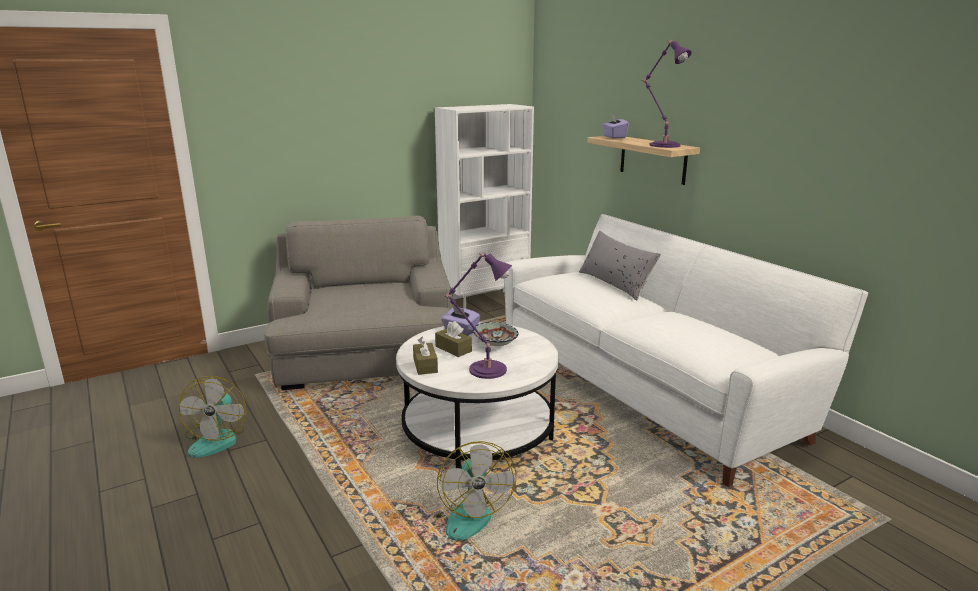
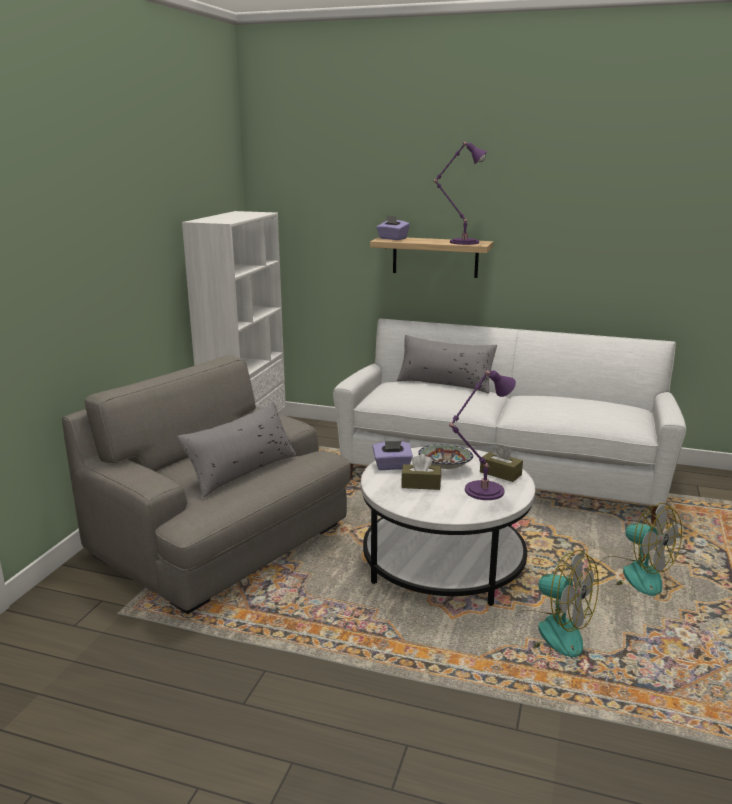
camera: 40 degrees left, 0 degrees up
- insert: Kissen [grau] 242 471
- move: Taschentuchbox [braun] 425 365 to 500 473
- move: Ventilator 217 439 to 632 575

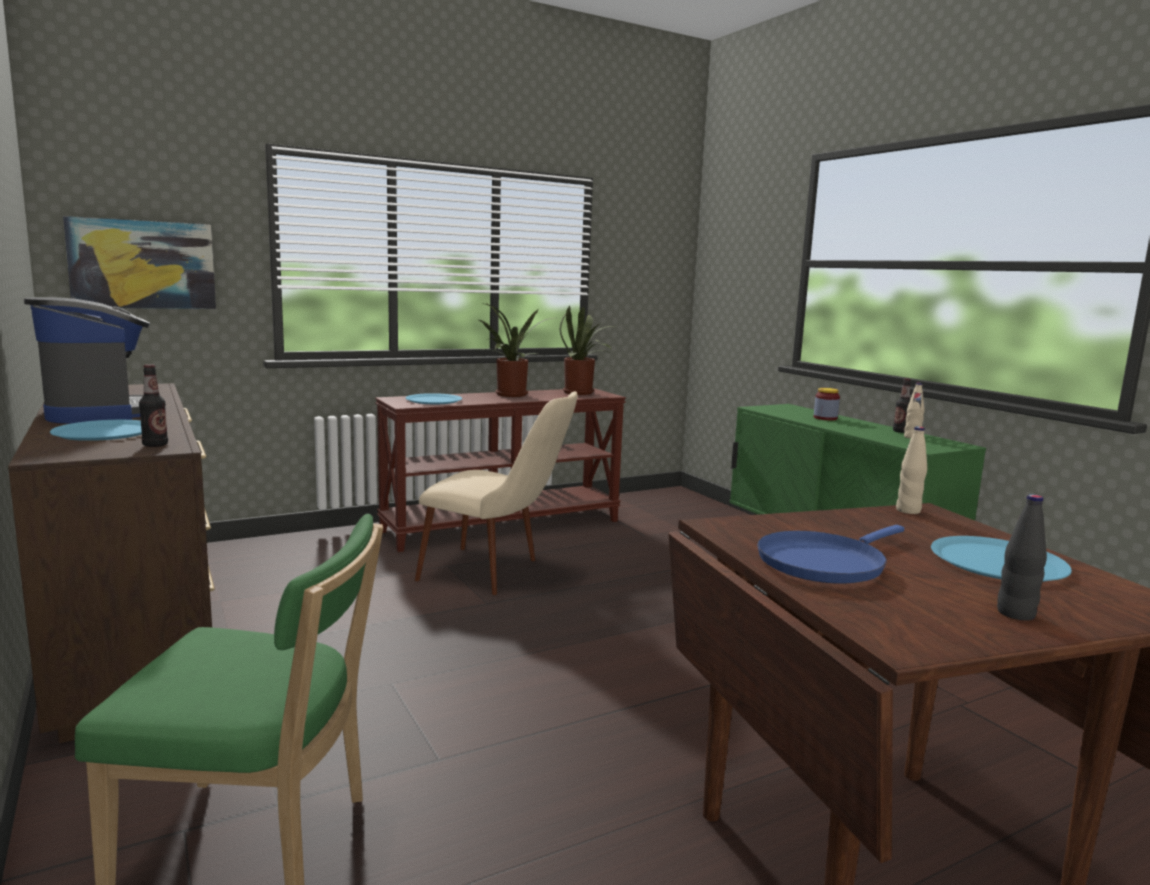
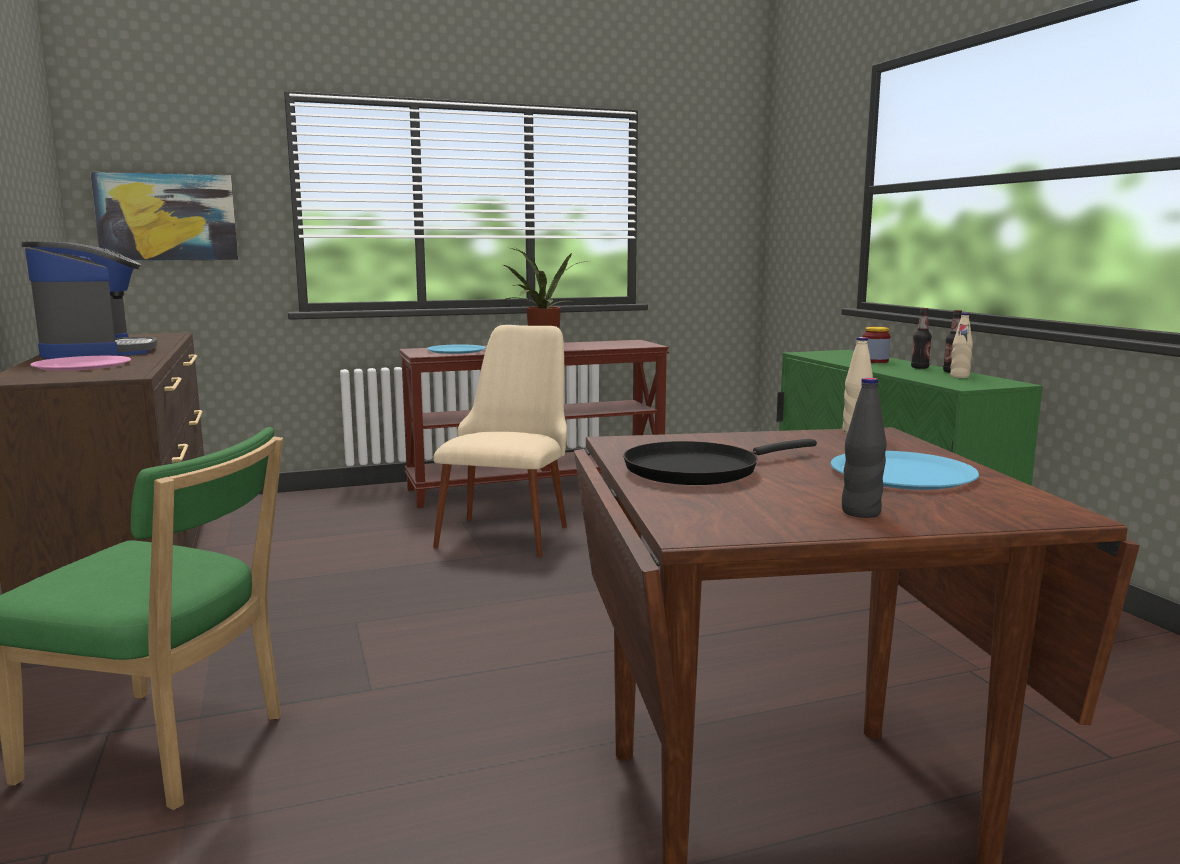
camera: 10 degrees right, 0 degrees up
- recolor: Teller [blau] 104 432 to Teller [rosa] 82 365
- rotate: Stuhl [beige] 497 573 = 510 529 105 degrees counterclockwise
- recolor: Pfanne [blau] 824 562 to Pfanne [schwarz] 698 470
- move: Flasche 155 445 to 919 368
- delete: Topfpflanze 582 393

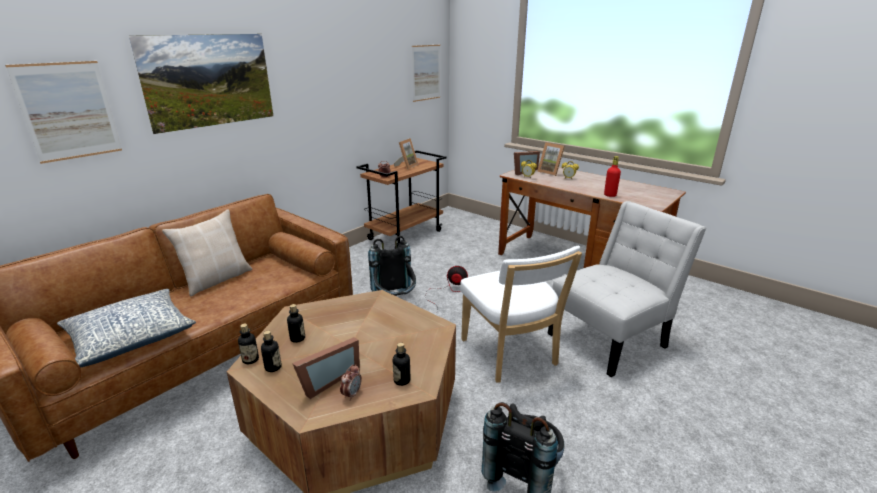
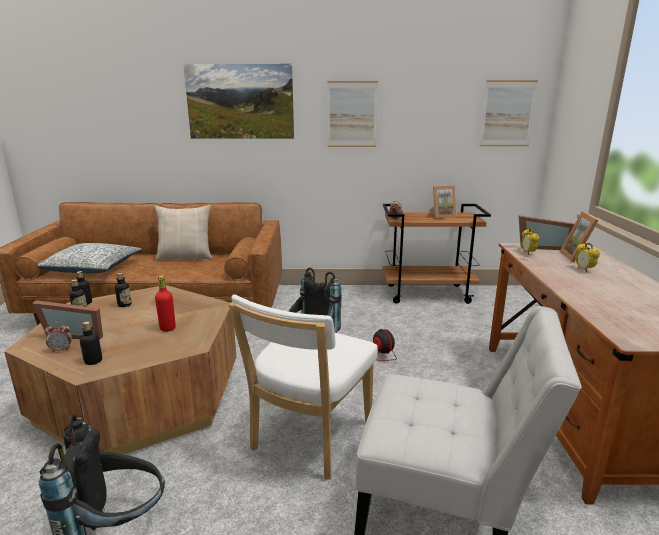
camera: 50 degrees right, 5 degrees down
- move: Flasche [rot] 610 195 to 167 328
- move: Bild 68 111 to 352 114

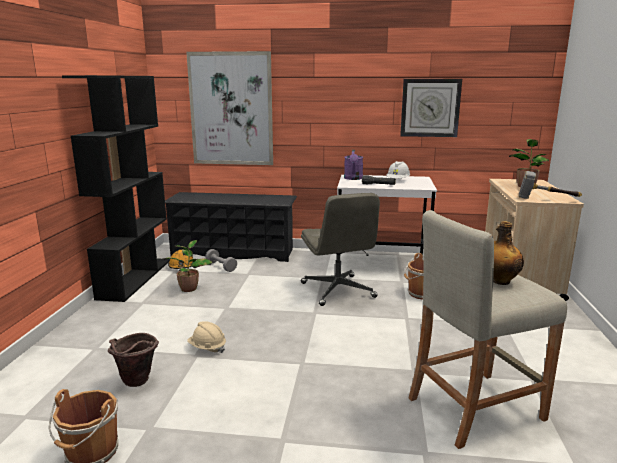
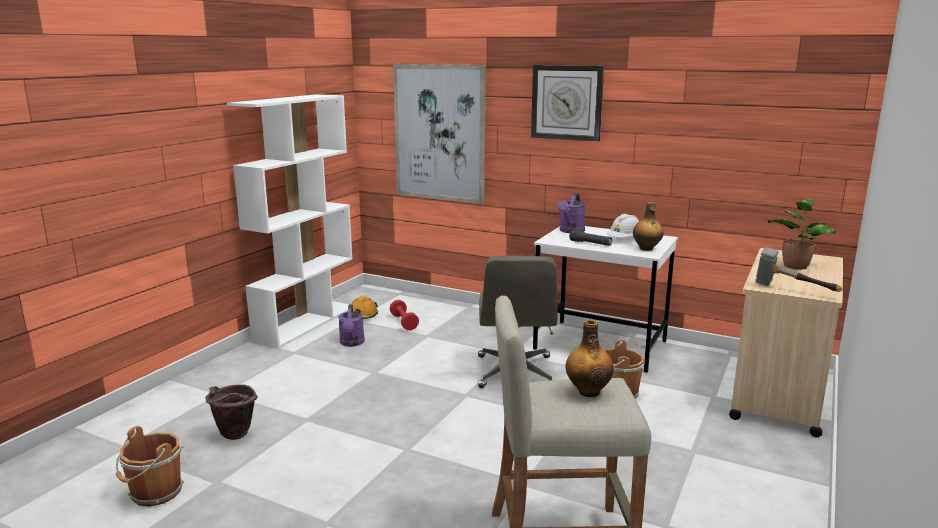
camera: 20 degrees right, 0 degrees up
- recolor: Bücherregal [schwarz] 135 278 to Bücherregal [weiß] 306 323
- replace: Topfpflanze 189 288 to Gießkanne [lila] 352 343
- recolor: Hantel [grau] 221 266 to Hantel [rot] 404 322
- move: Wanduhr 430 108 to 567 102
- insert: Flasche 646 249
- delete: Schuhregal [schwarz] 234 252
- delete: Schutzhelm [beige] 207 348

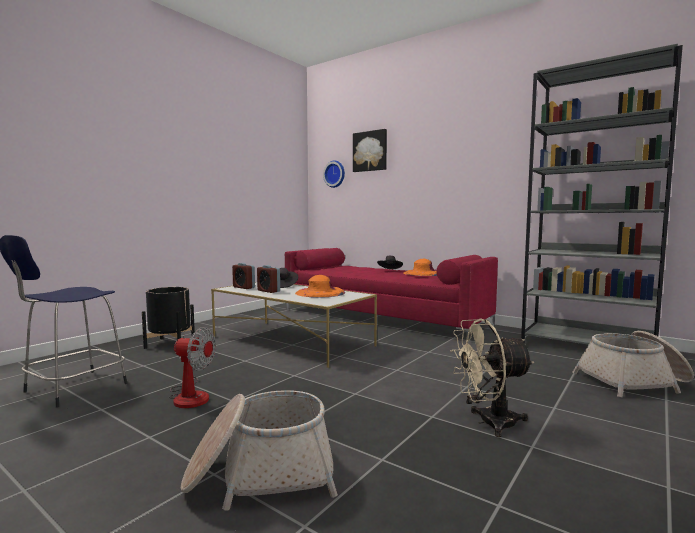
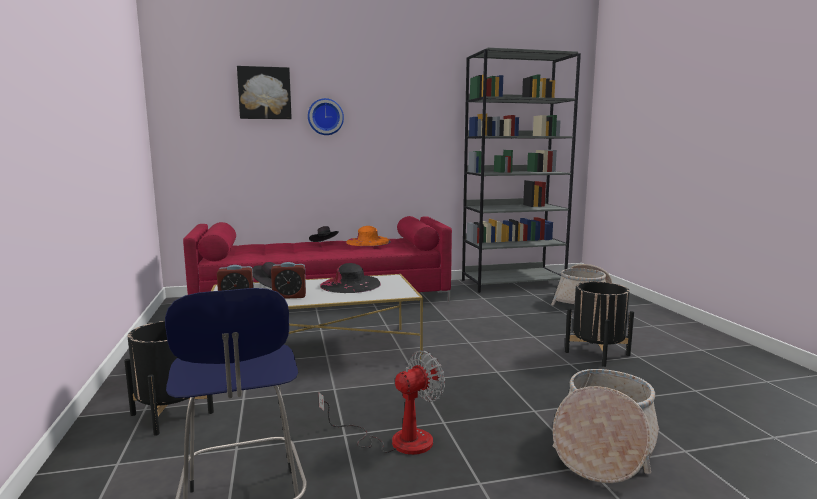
camera: 50 degrees left, 5 degrees up
- move: Wanduhr 335 174 to 325 117
- recolor: Hut [orange] 320 292 to Hut [schwarz] 350 284
- replace: Ventilator [beige] 488 423 to Pflanzkübel [schwarz] 597 353

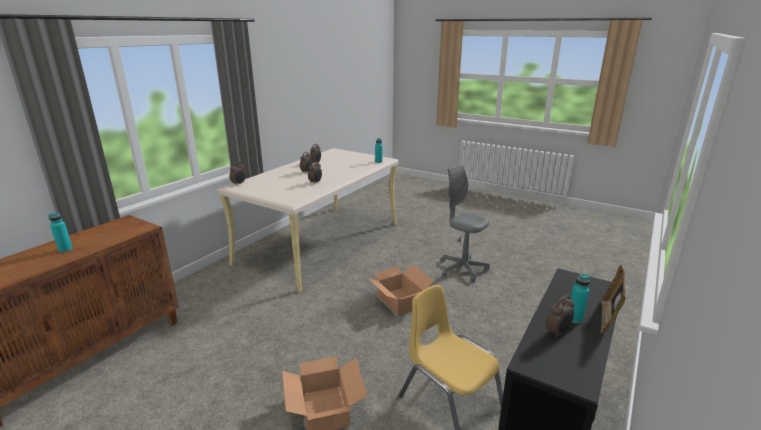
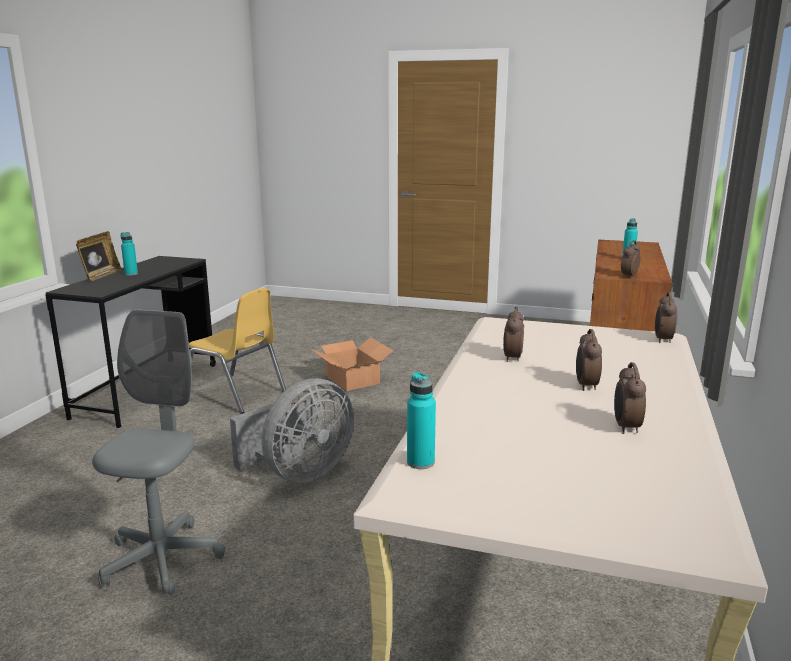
camera: 165 degrees right, 5 degrees down
- rotate: Bürostuhl [grau] 462 269 = 162 559 105 degrees counterclockwise
- replace: Karton 399 301 to Ventilator [grau] 299 473
- move: Wecker 557 333 to 628 276

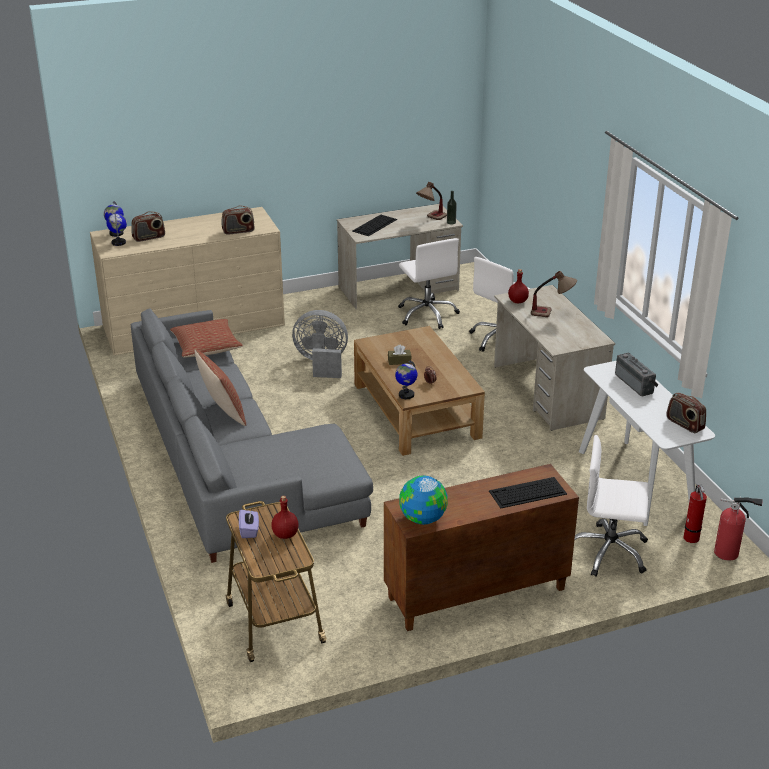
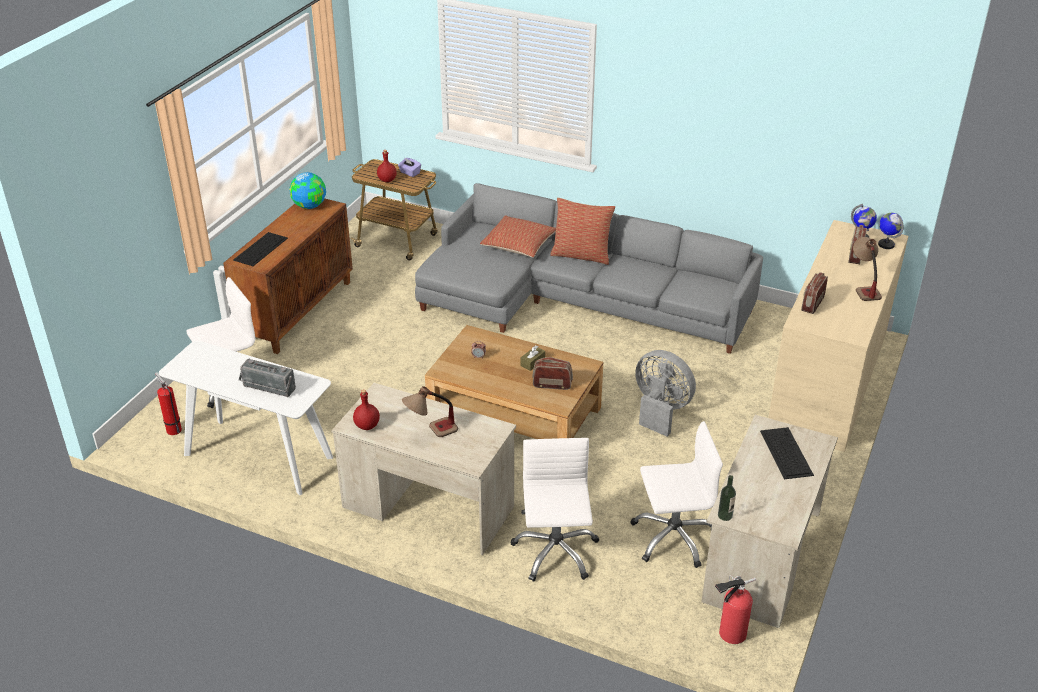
camera: 135 degrees right, 5 degrees up
- move: Flasche [rot] 518 301 to 366 426
- move: Kissen 206 347 to 518 245
- move: Radio 684 424 to 552 384
- rotate: Bürostuhl [weiß] 427 314 = 673 537 150 degrees clockwise
- rotate: Ventilator [grau] 321 364 = 660 410 105 degrees counterclockwise
- move: Feuerlöscher 729 553 to 730 634
- move: Tischlampe 431 219 to 863 287
- delete: Globus 406 395

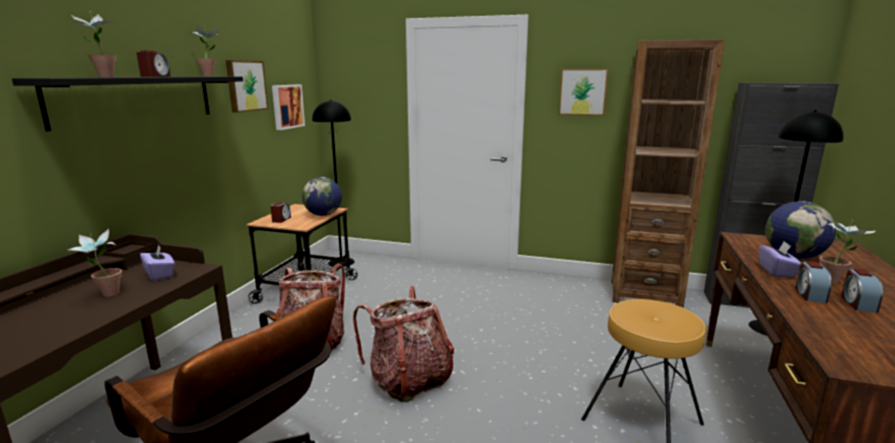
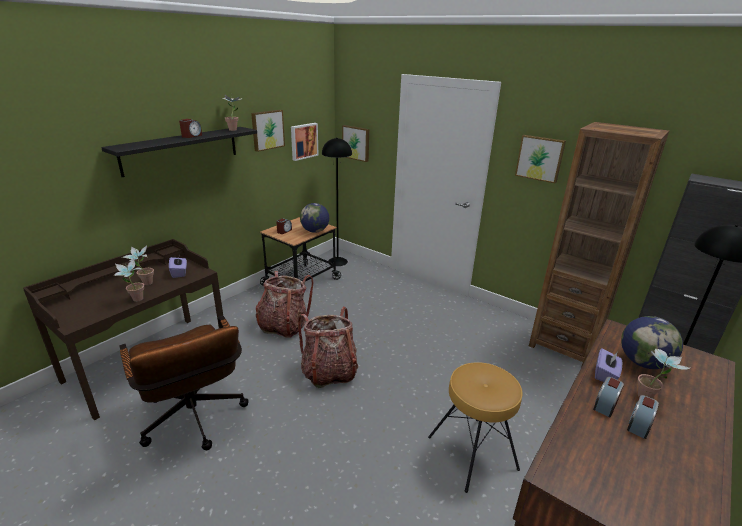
camera: 20 degrees right, 10 degrees up
- move: Topfpflanze 104 77 to 135 301
- insert: Bild 356 143

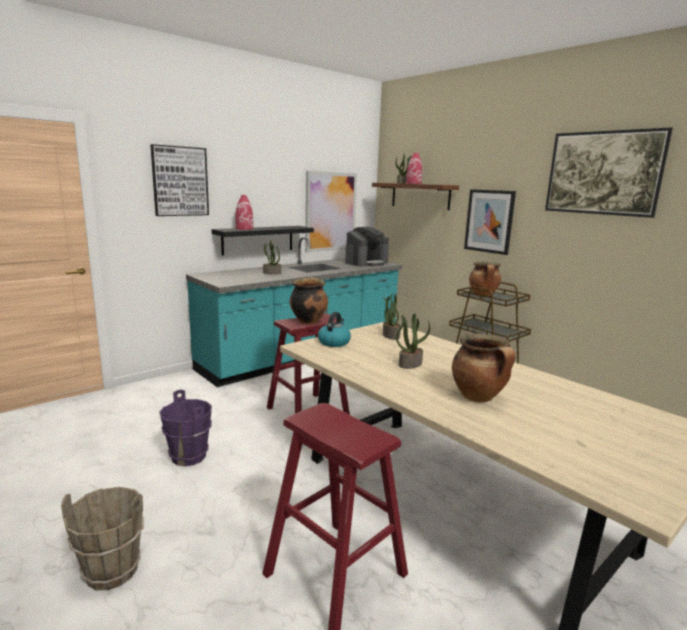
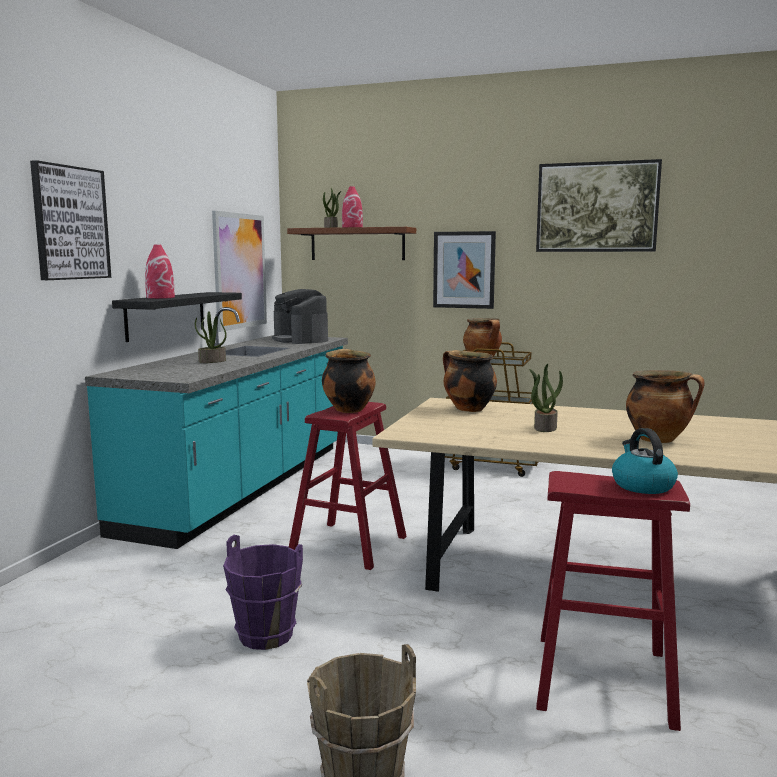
camera: 30 degrees left, 5 degrees down
- rotate: Kaffeemaschine 366 262 = 300 340 135 degrees clockwise
- replace: Topfpflanze 390 336 to Kochtopf 467 409
- move: Wasserkessel 334 342 to 642 485

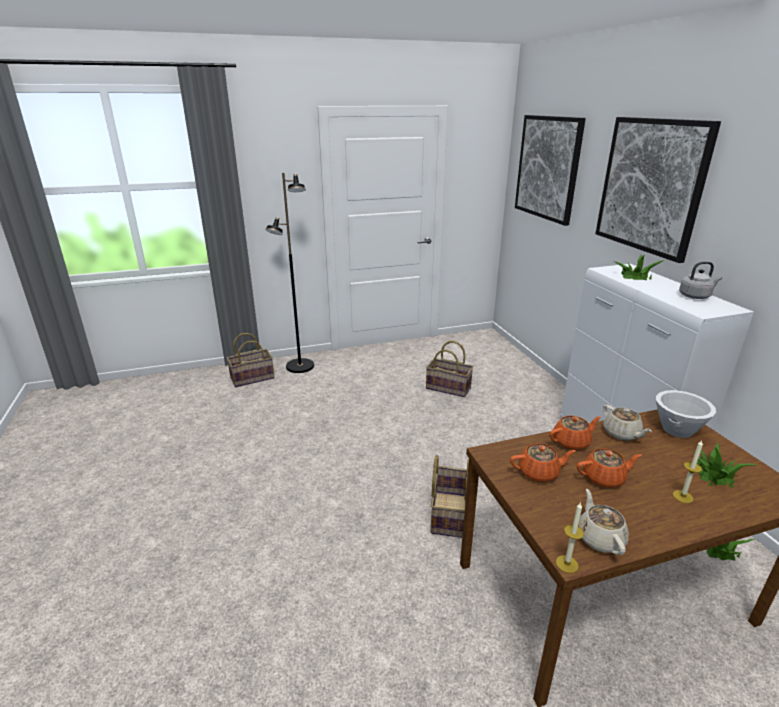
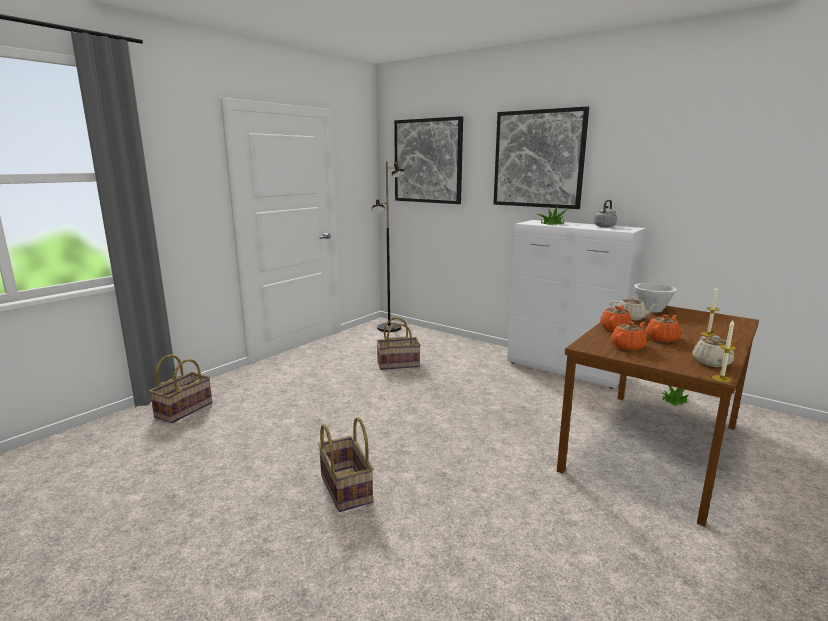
camera: 35 degrees left, 10 degrees down
- move: Korb 448 514 to 344 489
- move: Stehlampe [schwarz] 300 366 to 389 328
- rotate: Teekanne [beige] 599 538 = 712 363 135 degrees counterclockwise
- delete: Topfpflanze 714 474

